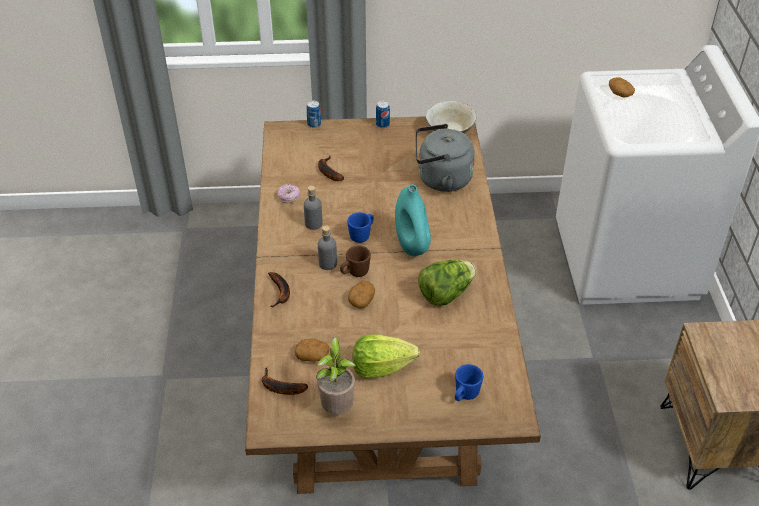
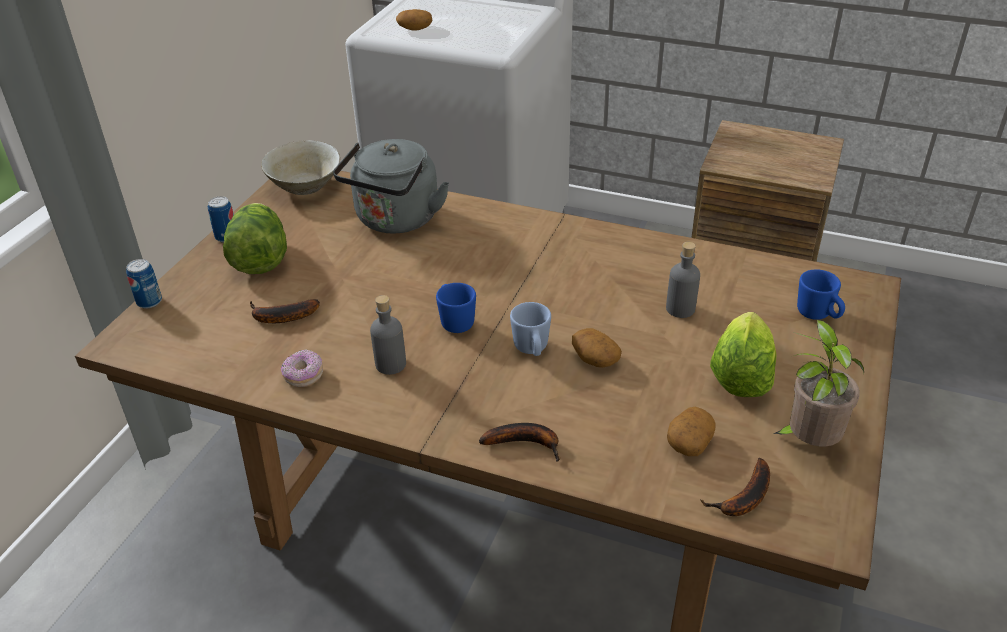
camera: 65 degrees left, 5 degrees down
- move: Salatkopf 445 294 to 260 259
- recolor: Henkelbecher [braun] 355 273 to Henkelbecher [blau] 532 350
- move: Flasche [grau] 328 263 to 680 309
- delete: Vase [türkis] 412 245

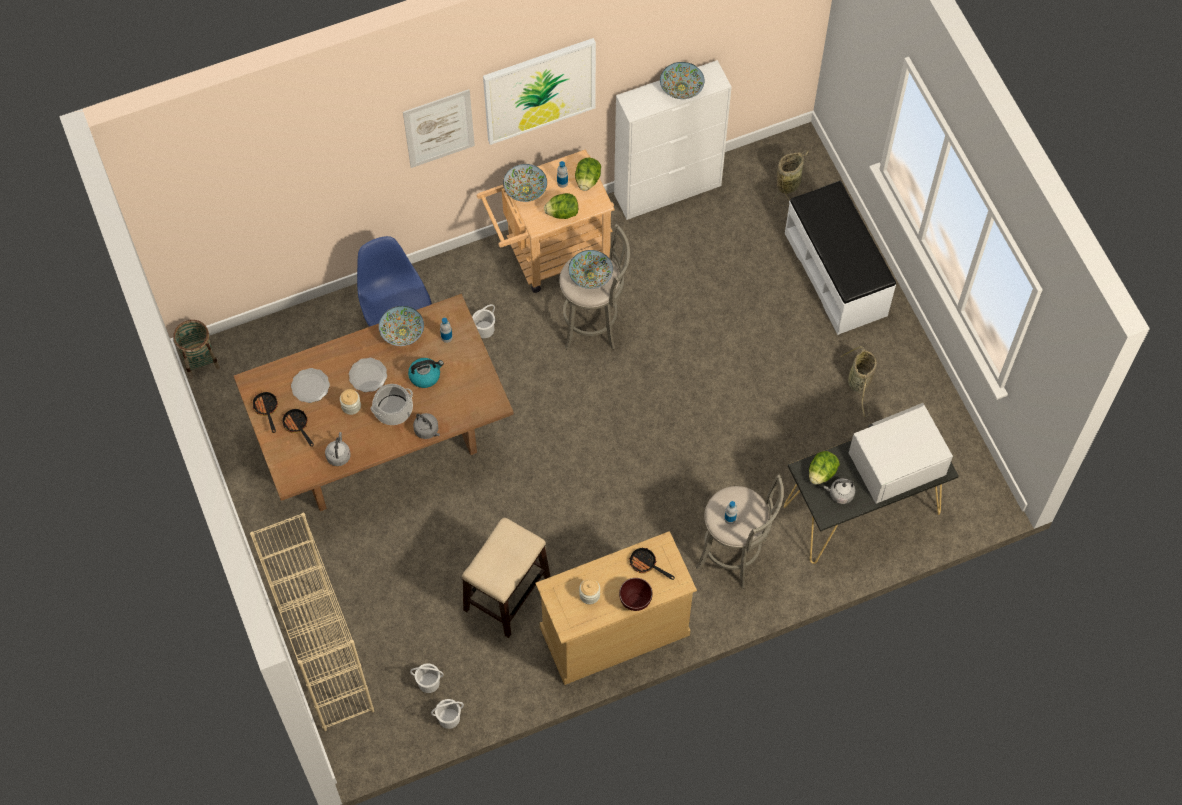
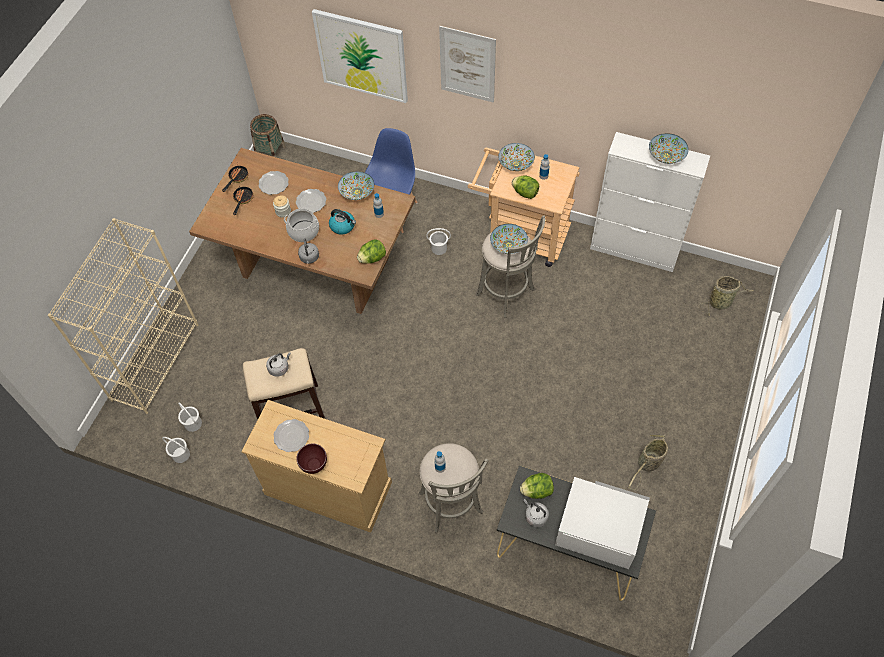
camera: 45 degrees right, 5 degrees down
- move: Wasserkessel [grau] 338 455 to 279 368
- replace: Vorratsglas 589 595 to Teller 291 436
- move: Bild 539 90 to 362 56
- move: Salatkopf 587 180 to 372 258
- delete: Pfanne 646 564
- delete: Bank [weiß] 836 274

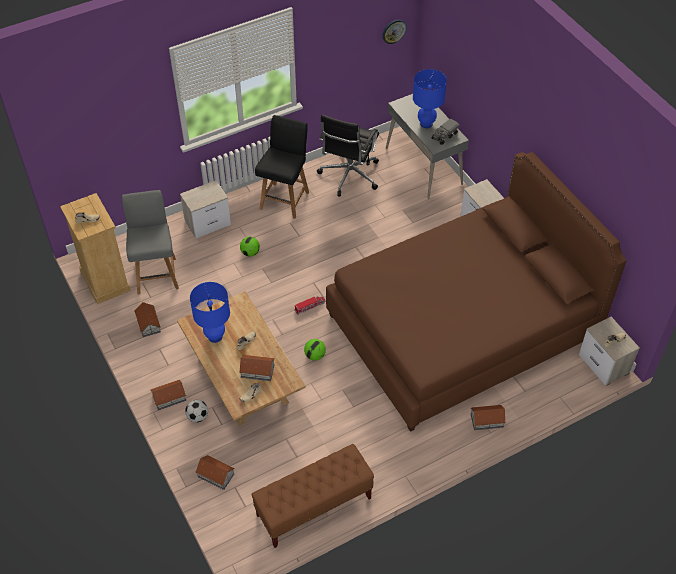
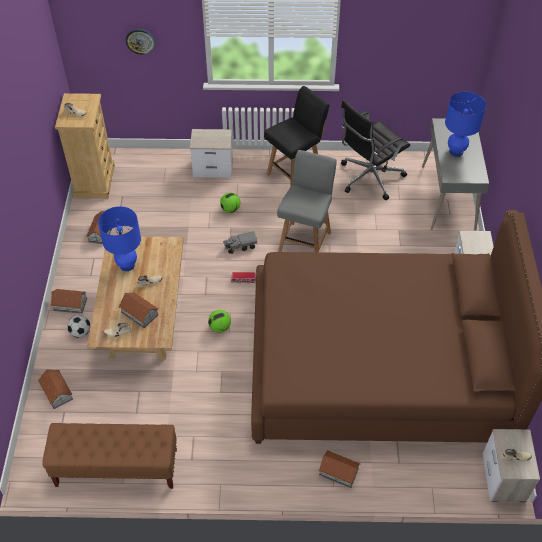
camera: 30 degrees right, 0 degrees up
- move: Wanduhr 393 31 to 140 41
- move: Spielzeuglaster 444 136 to 240 246
- move: Stuhl [grau] 156 274 to 305 241

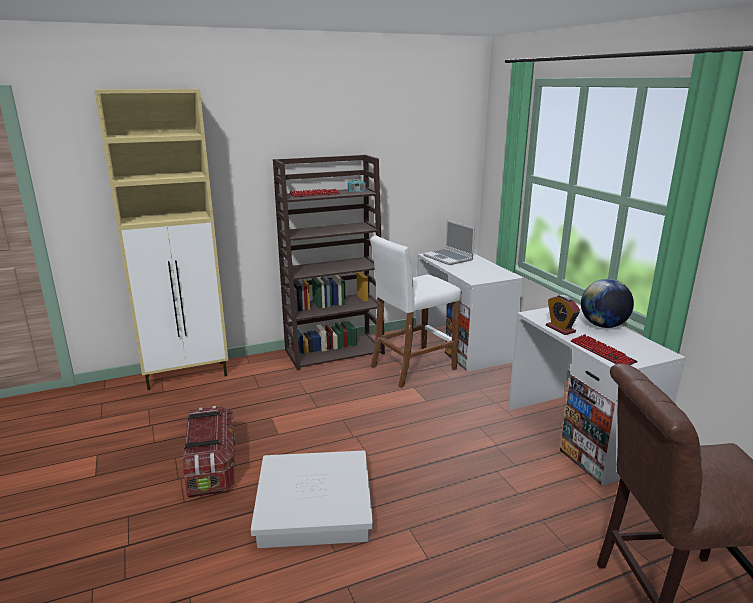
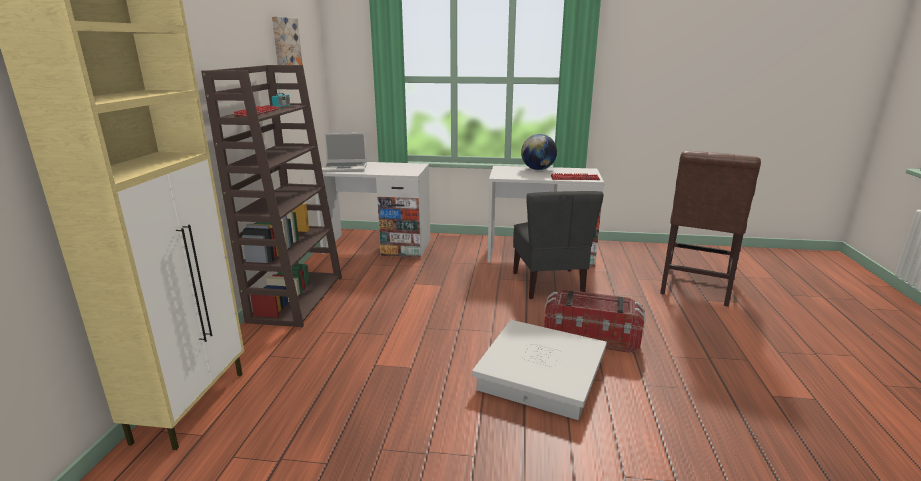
camera: 60 degrees left, 0 degrees up
- insert: Bild 285 43
- insert: Stuhl [grau] 549 284
- move: Aufbewahrungsbox 212 466 to 591 336
- delete: Hocker [weiß] 412 368
- delete: Wecker 560 329

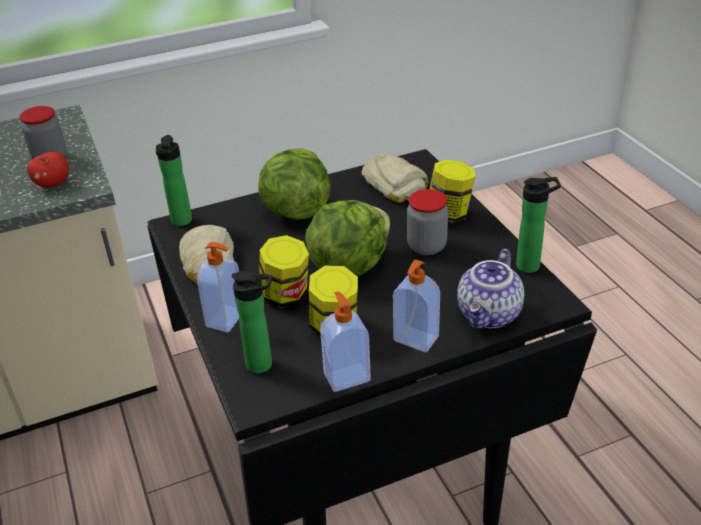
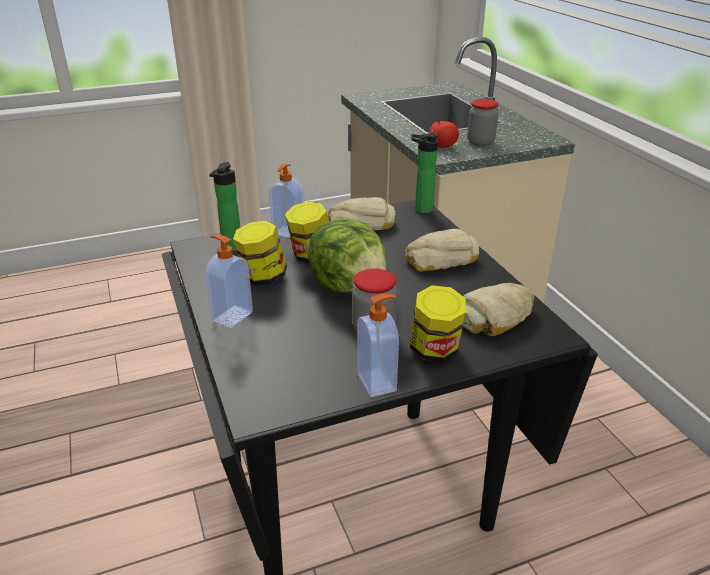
camera: 90 degrees right, 5 degrees down
- move: Seifenspender 346 376 to 378 382
- replace: Salatkopf 295 210 to Brot 440 258
- delete: Teekanne 490 315
- delete: Flasche 531 265

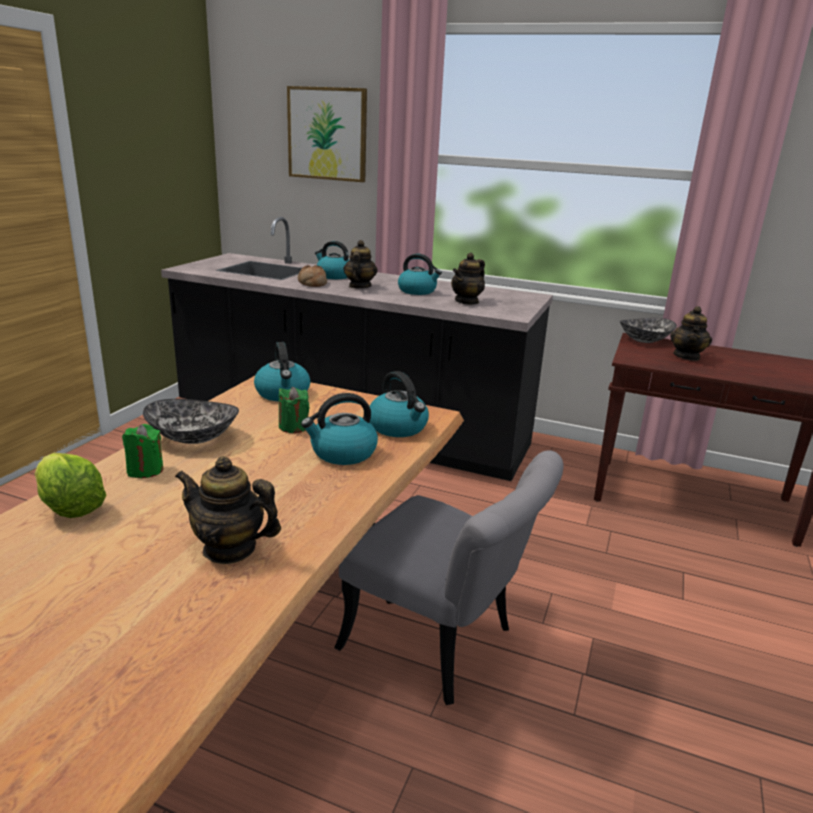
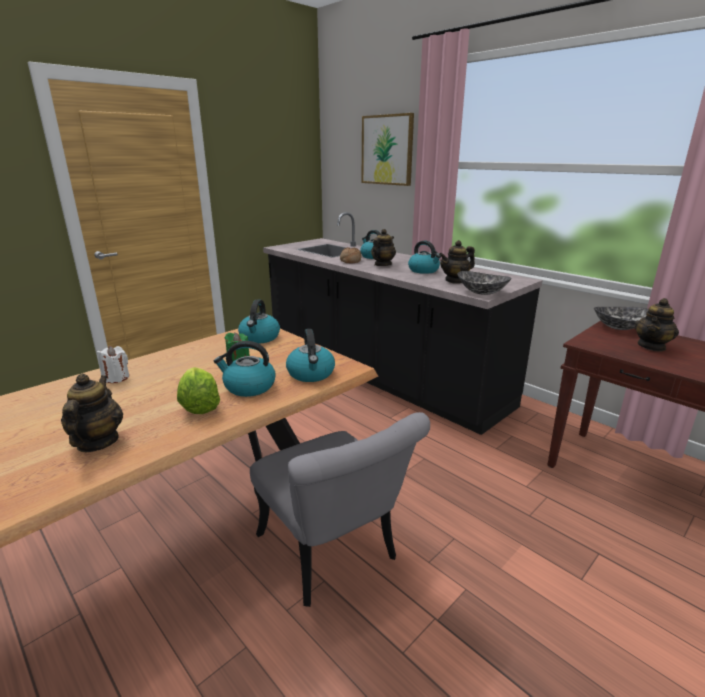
camera: 25 degrees right, 0 degrees up
- rotate: Teekanne 229 549 = 97 442 45 degrees clockwise
- recolor: Kerze [grün] 145 470 to Kerze [weiß] 116 378
- move: Salatkopf 69 507 to 199 406
- move: Schüssel 193 438 to 481 292

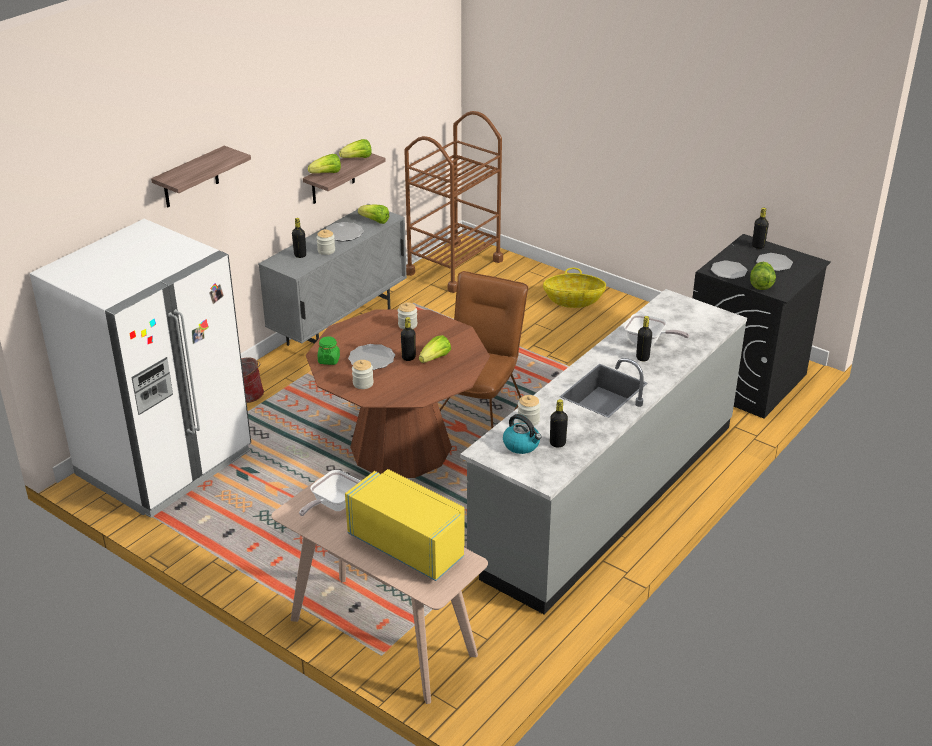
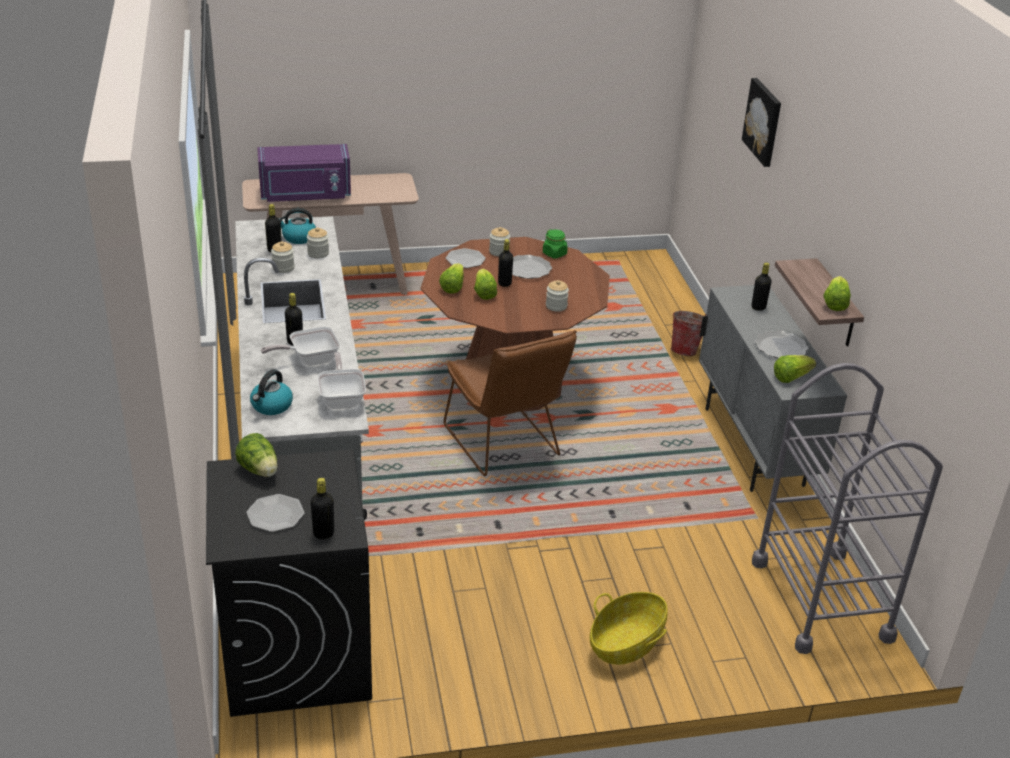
camera: 130 degrees right, 0 degrees up
- insert: Wasserkessel 271 406
- recolor: Mikrowelle [gelb] 409 544 to Mikrowelle [lila] 305 195
- move: Vorratsglas 326 251 to 283 268
- move: Pfanne 333 505 to 342 398
- move: Salatkopf 326 174 to 453 287
- move: Teller 728 271 to 465 259
- replace: Wandregal 190 178 to Bild 764 121
- recolor: Rollwagen [braun] 454 267 to Rollwagen [grau] 821 599
- delete: Kühlschrank [weiß] 165 463

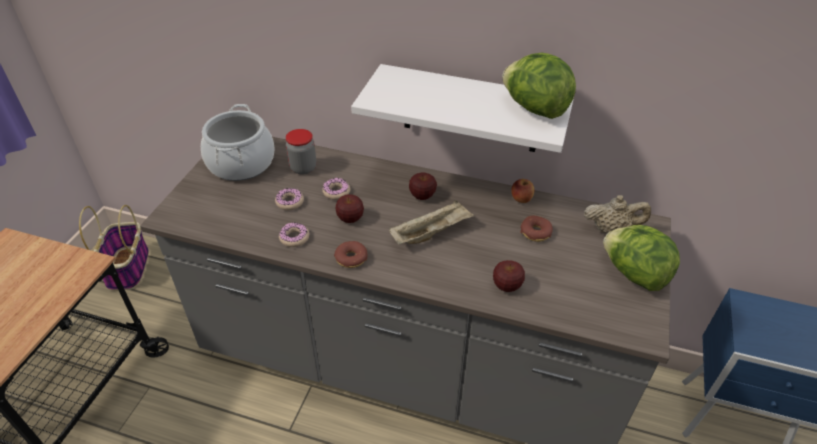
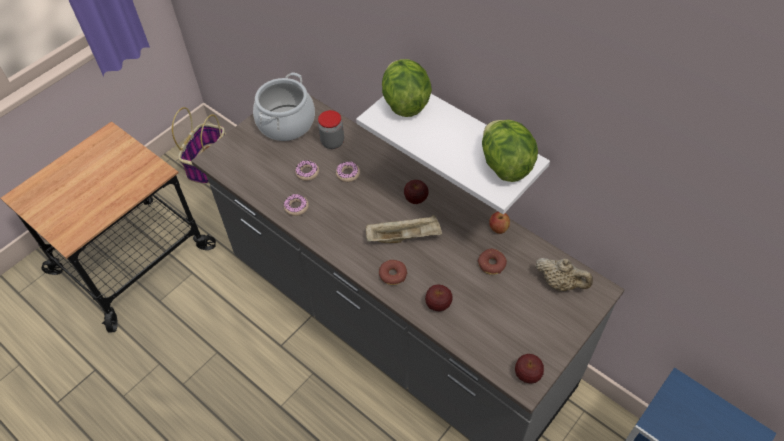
camera: 25 degrees right, 10 degrees up
- move: Donut 351 258 to 392 275
- move: Salatkopf 633 274 to 405 103
- move: Apfel 350 218 to 527 374

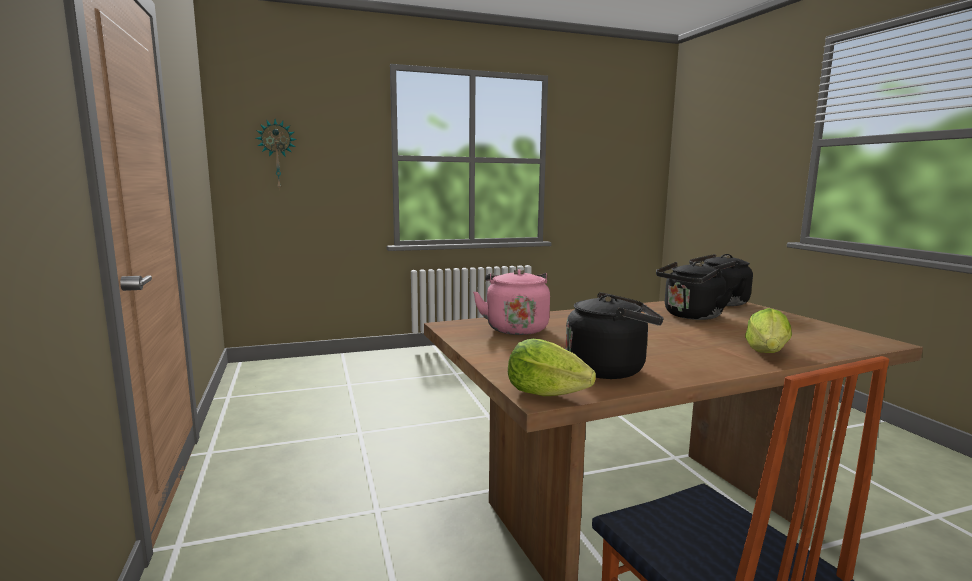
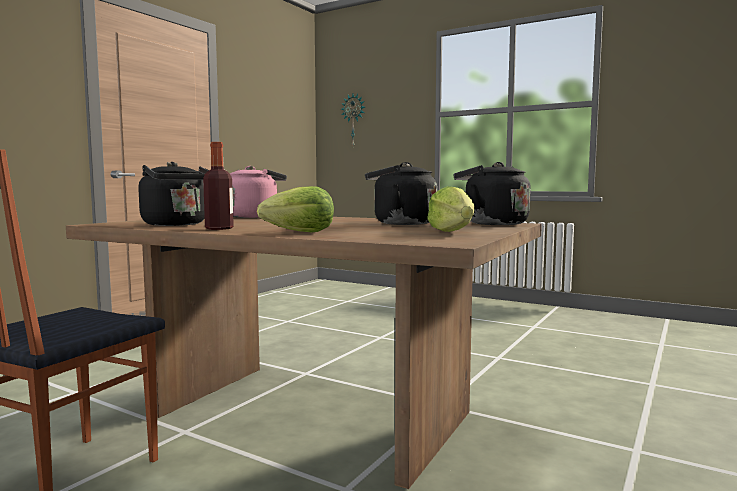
camera: 50 degrees right, 5 degrees down
- insert: Flasche 219 228
- move: Salatkopf 545 393 to 452 232

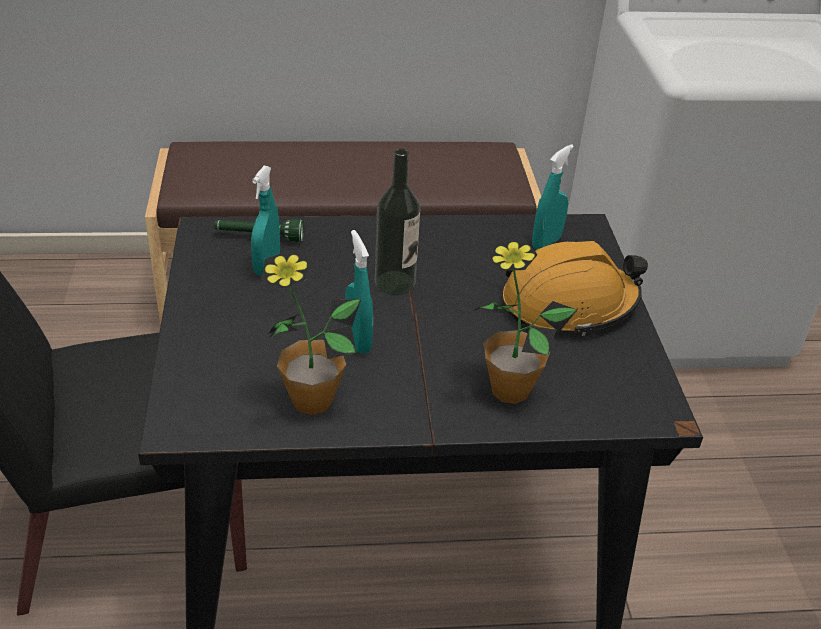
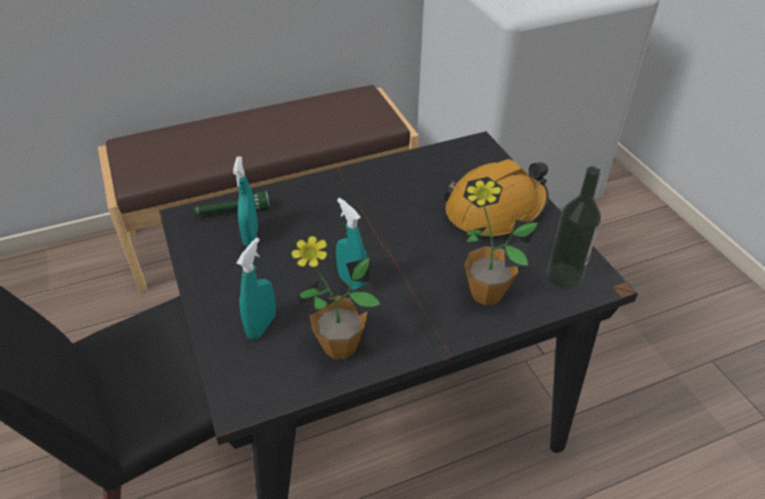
camera: 15 degrees left, 5 degrees up
- move: Sprühflasche [türkis] 546 242 to 262 326
- move: Flasche 395 283 to 564 275

